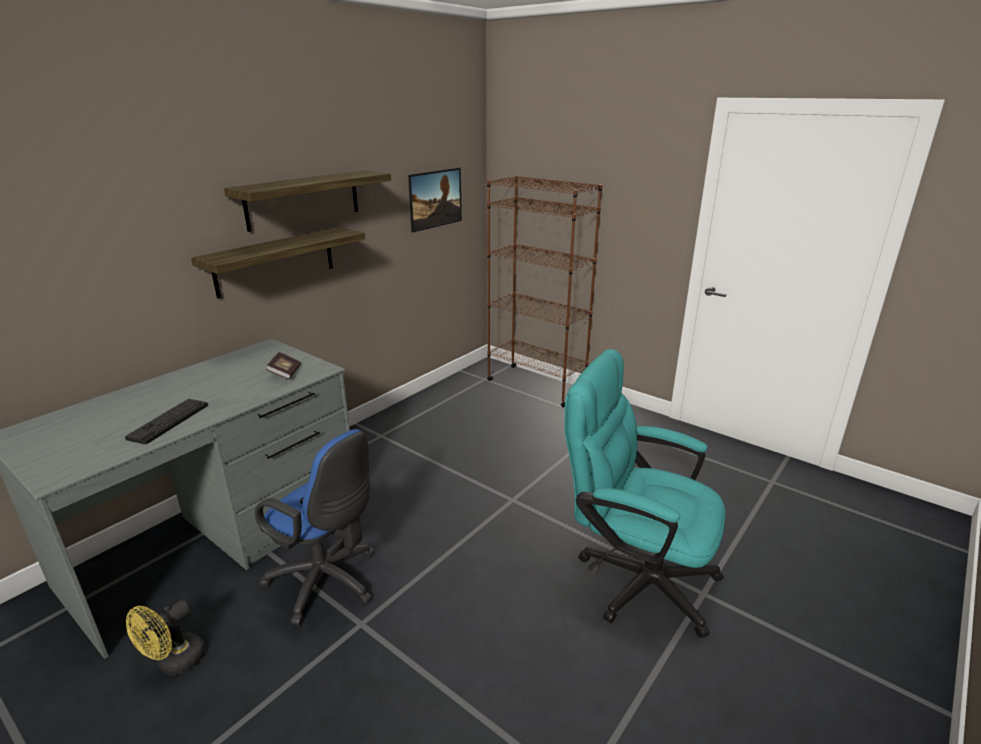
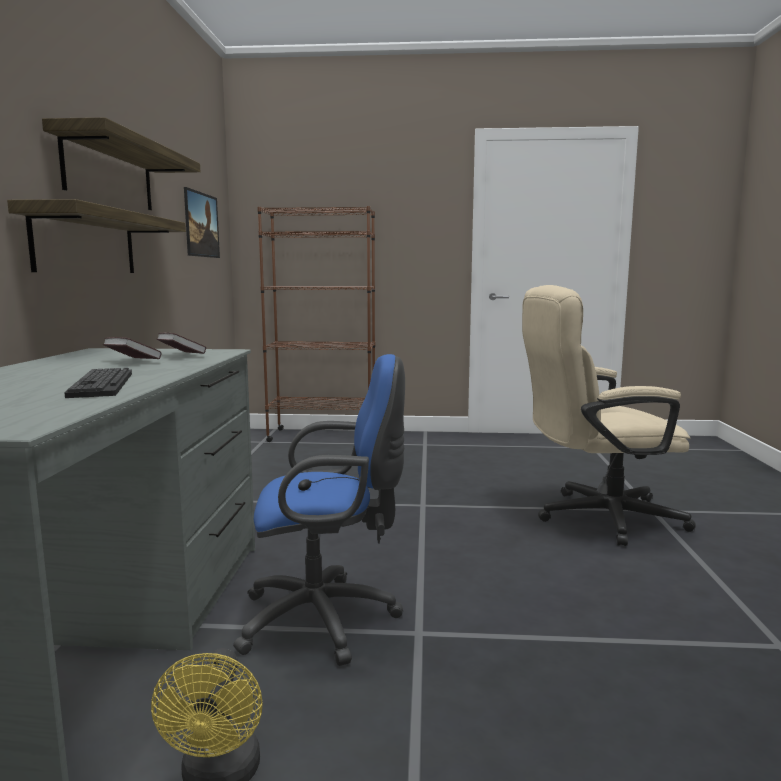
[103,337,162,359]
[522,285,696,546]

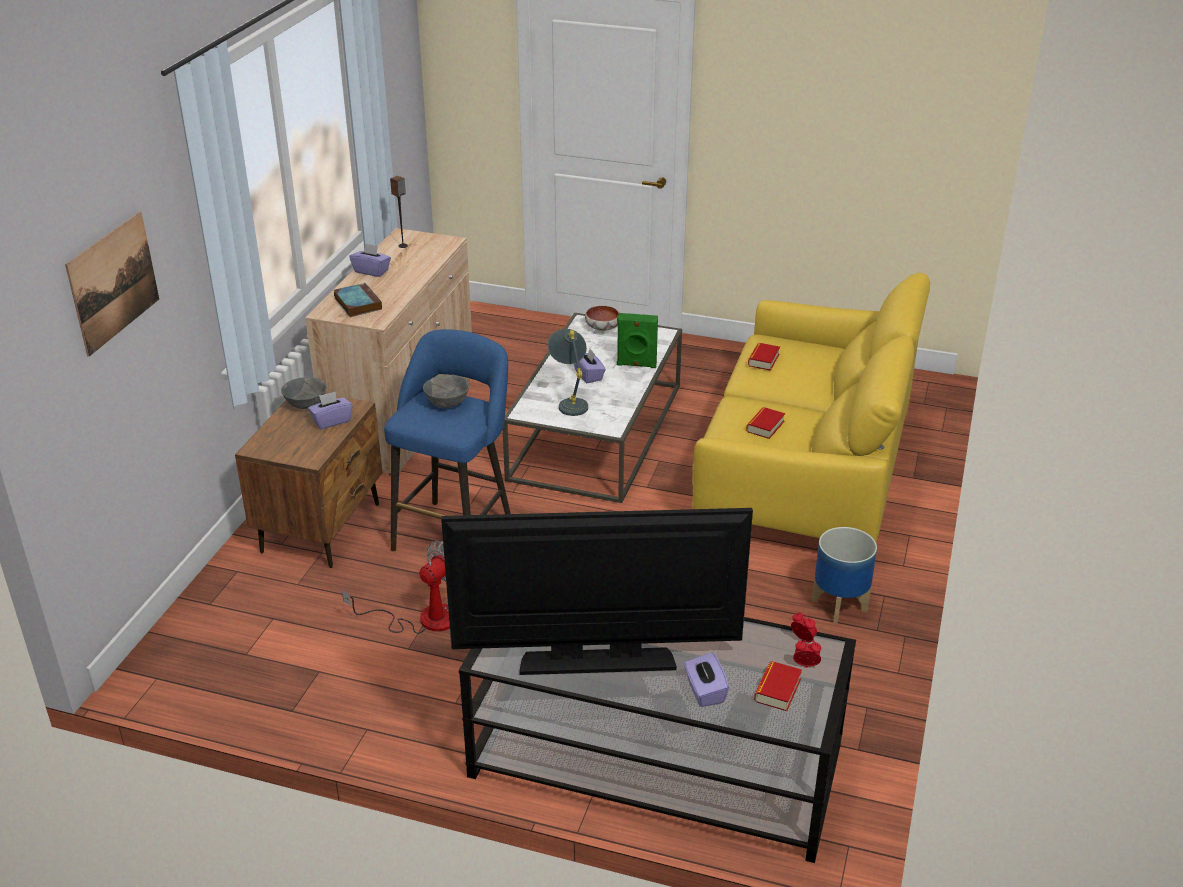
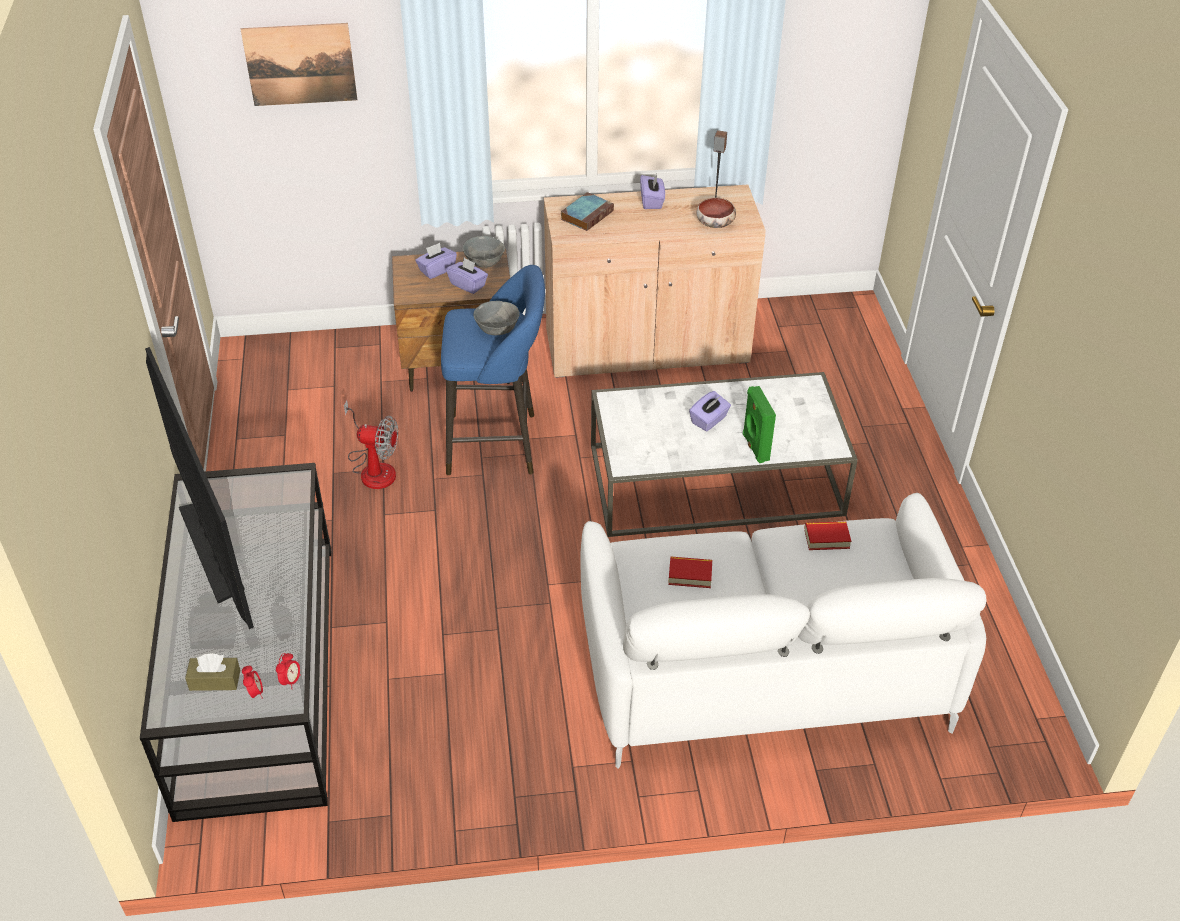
[185,653,240,691]
[415,243,457,279]
[580,493,987,768]
[697,198,736,228]
[548,329,588,416] (first image)
[812,527,877,624] (first image)

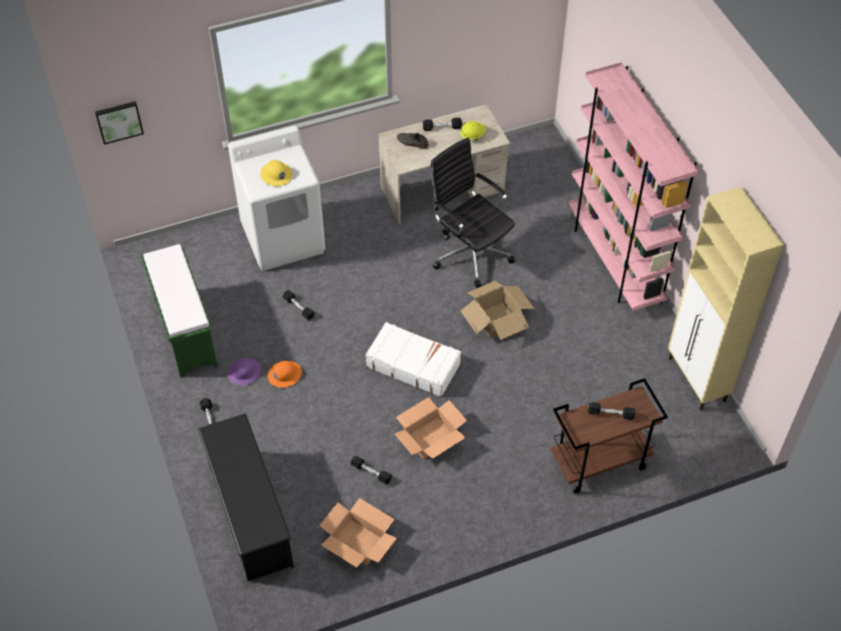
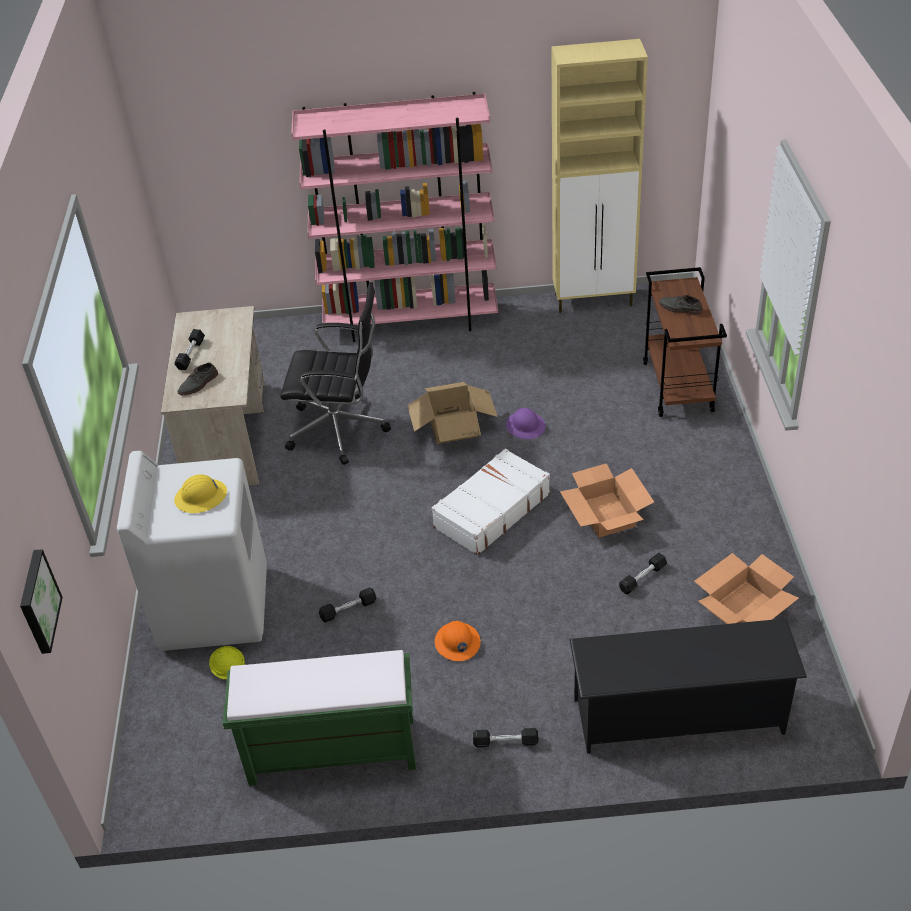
[209,646,245,679]
[281,282,391,465]
[506,408,545,439]
[659,294,703,316]

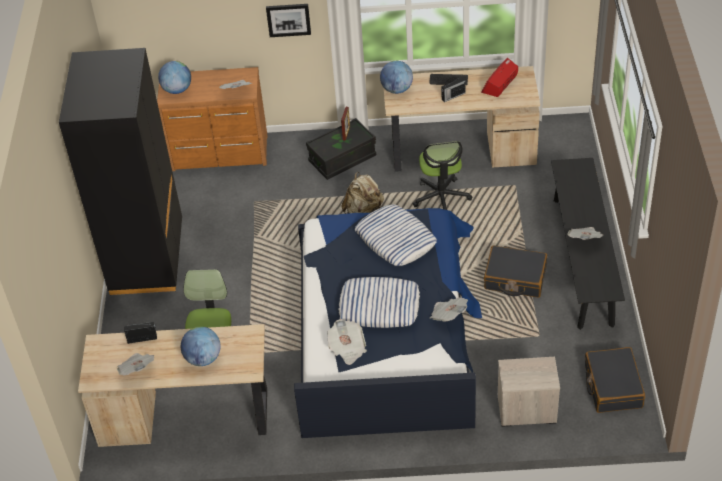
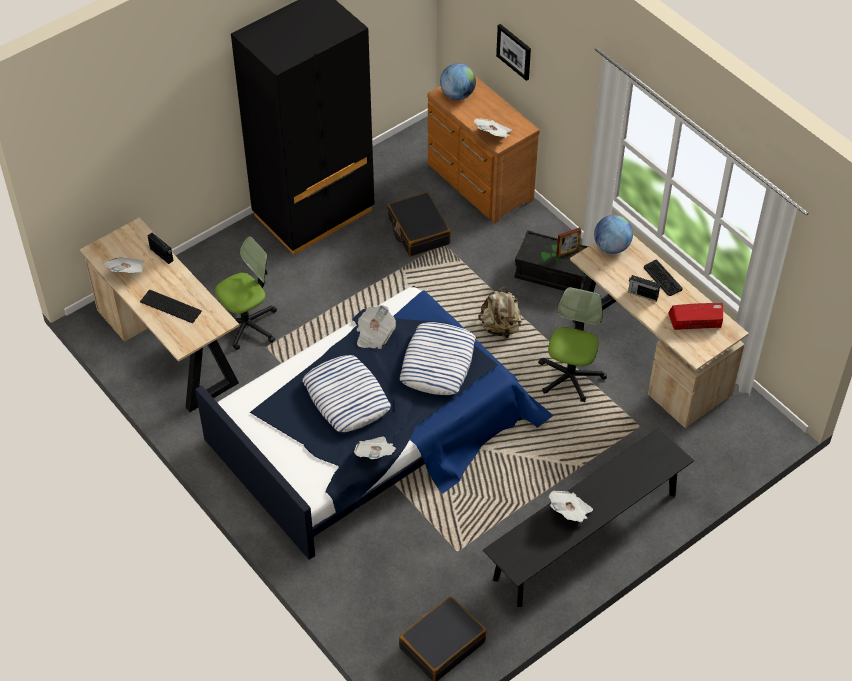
[140,289,202,323]
[357,305,396,349]
[387,192,451,257]
[496,24,531,81]
[538,287,607,402]
[498,357,560,427] (first image)

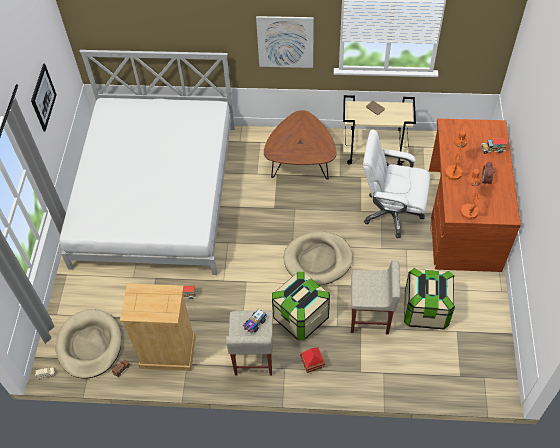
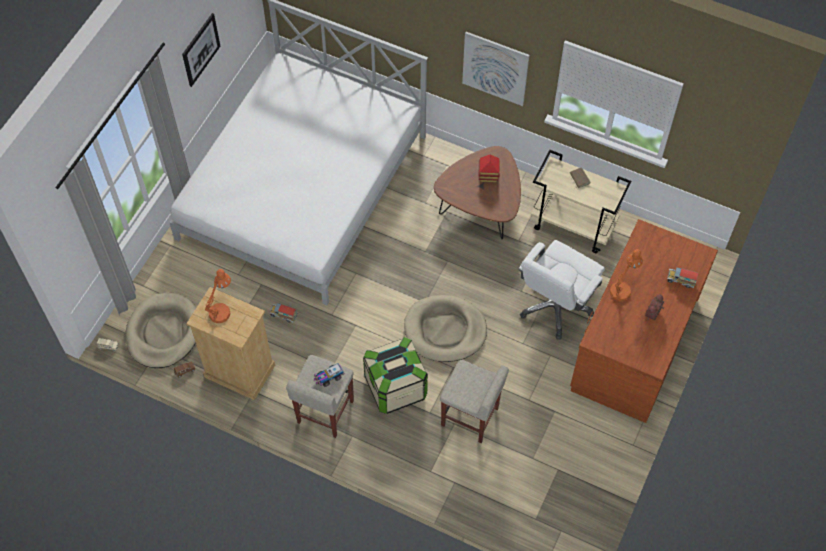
[205,269,231,323]
[478,154,500,182]
[518,240,605,340]
[404,268,455,330] (first image)

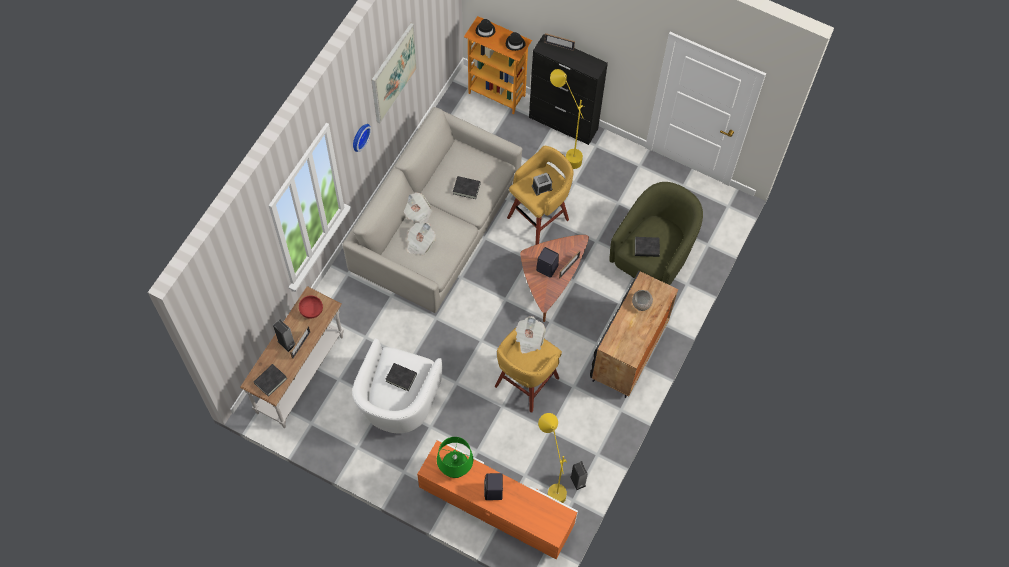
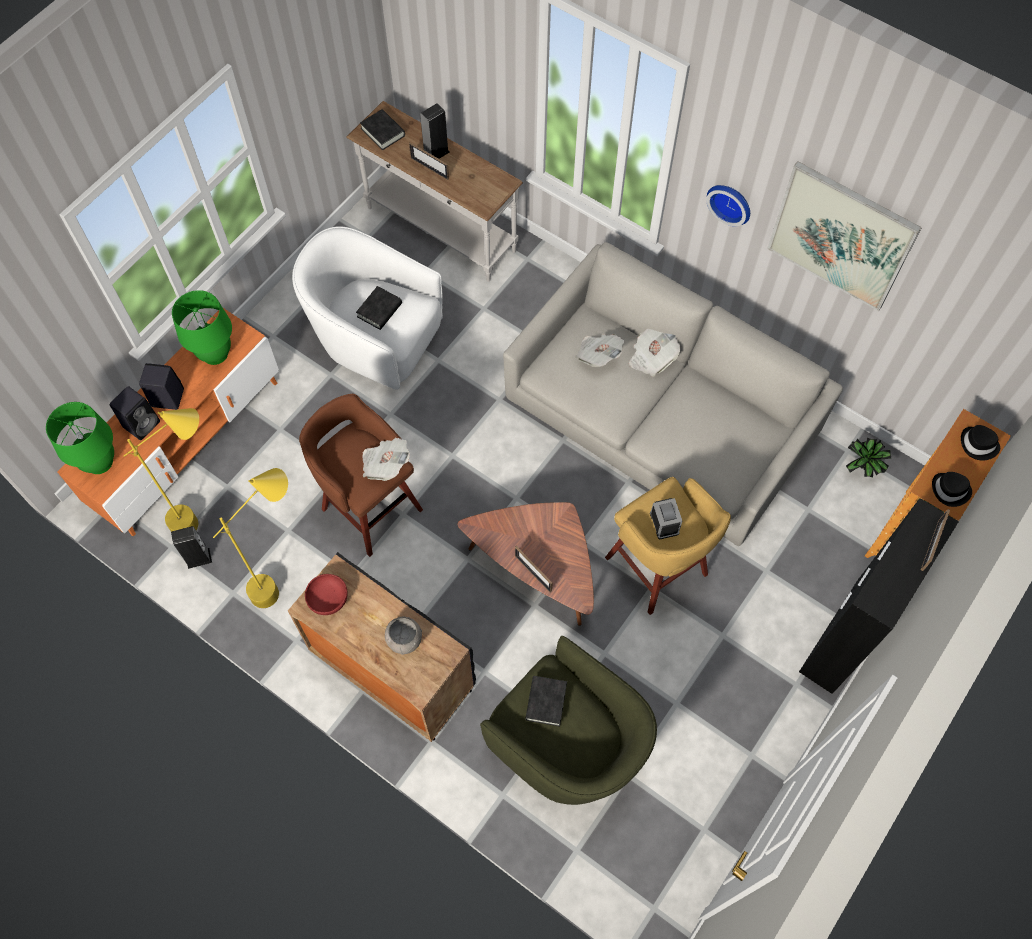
[46,402,114,474]
[110,386,160,440]
[213,468,288,608]
[299,394,423,557]
[305,574,348,615]
[846,438,892,478]
[453,176,481,199] (first image)

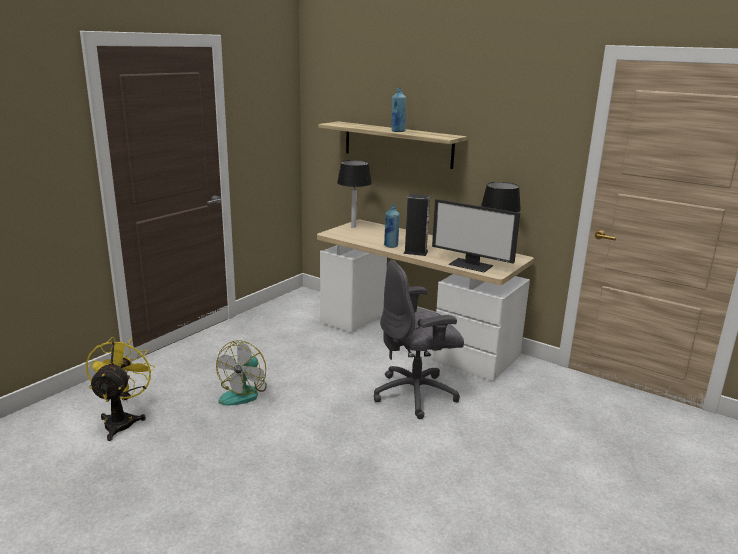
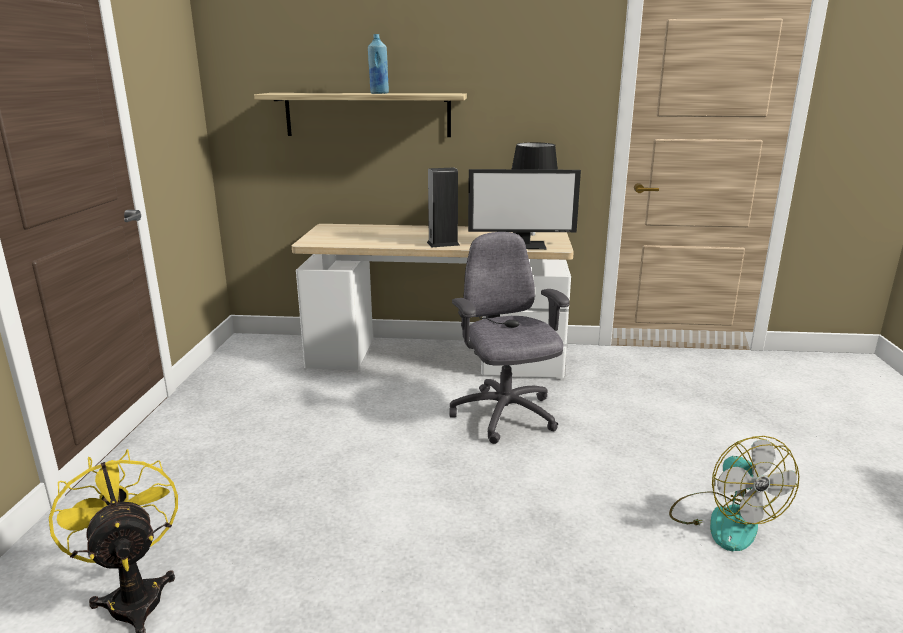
[449,232,570,444]
[669,436,800,551]
[337,160,372,228] (first image)
[384,205,400,248] (first image)

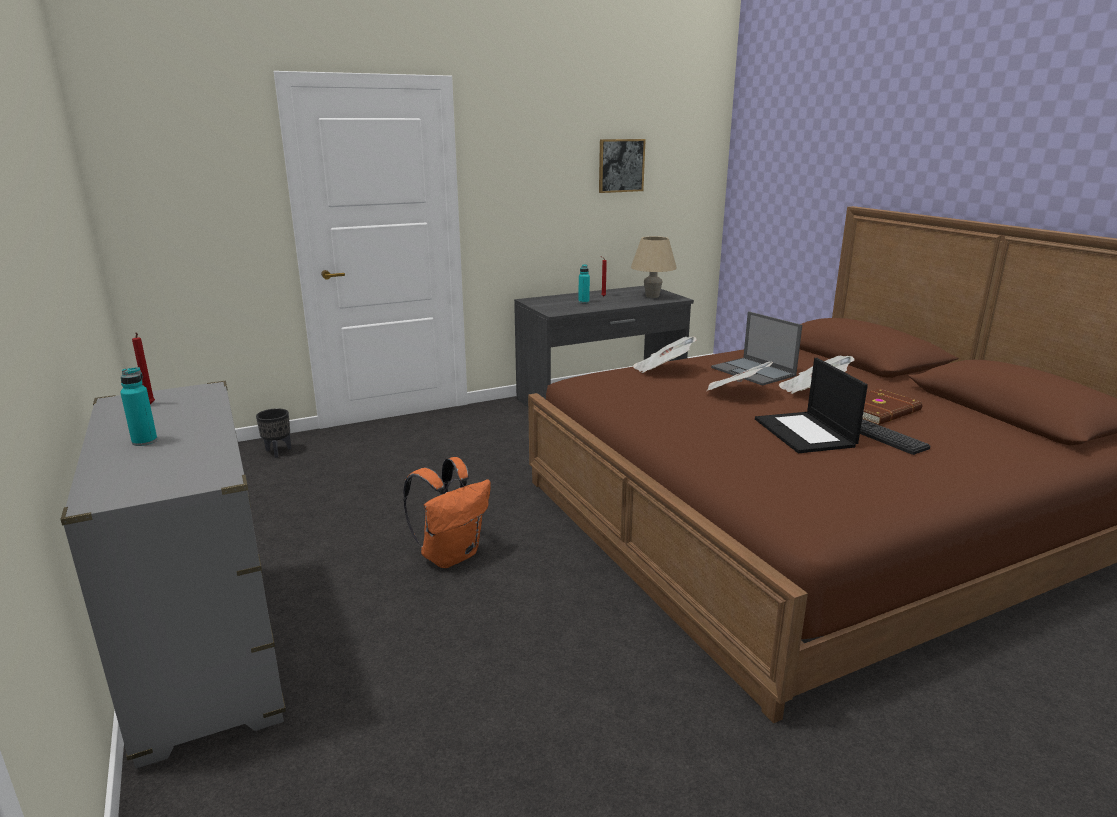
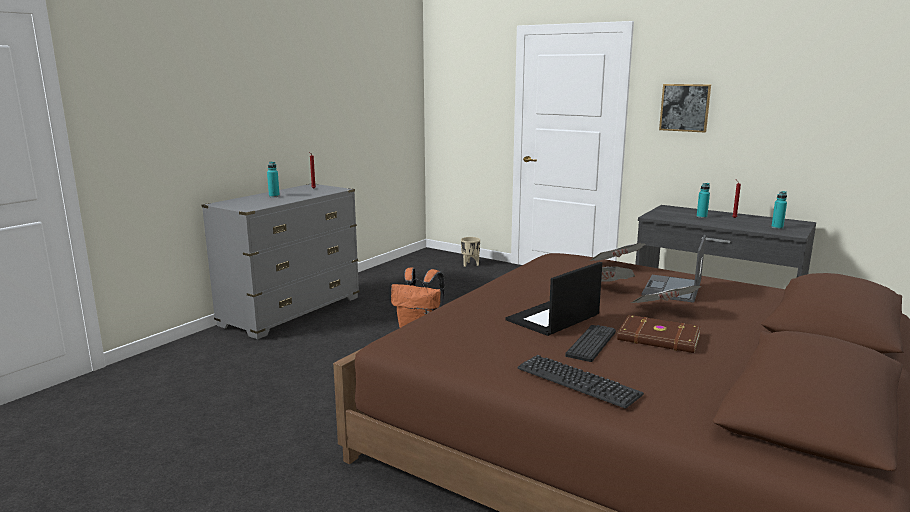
[461,237,480,267]
[518,355,644,409]
[659,84,711,132]
[771,191,787,229]

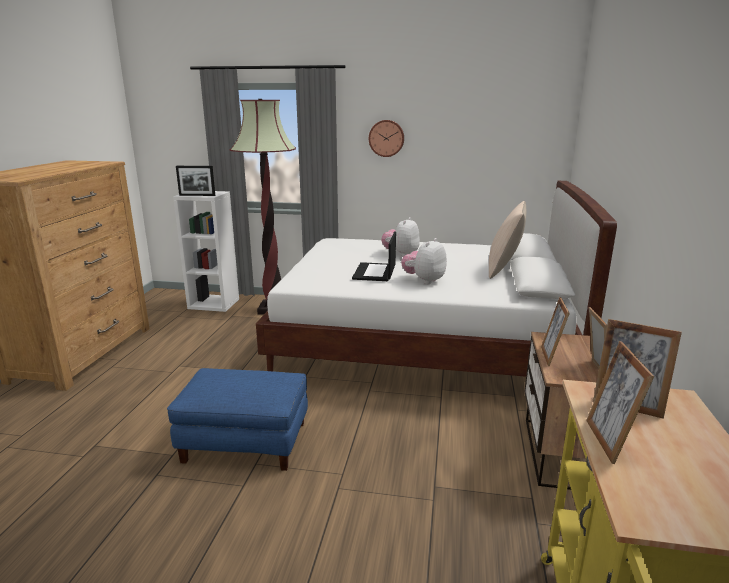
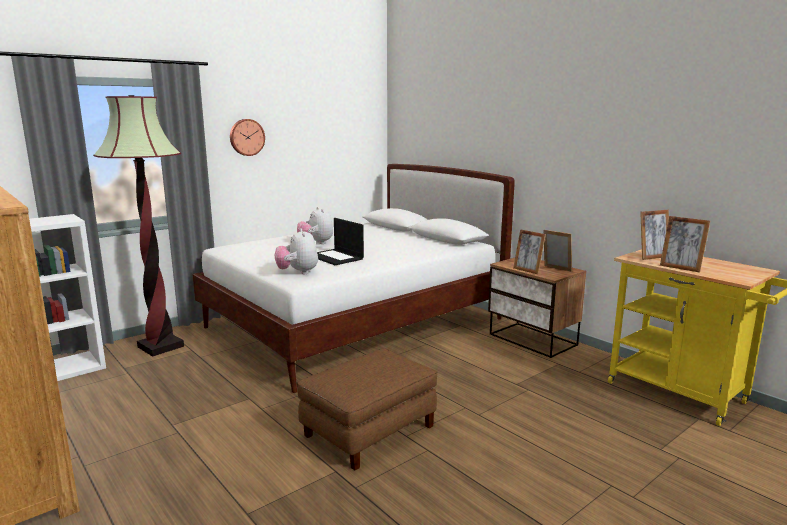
[275,228,318,274]
[297,348,437,470]
[176,166,215,196] (first image)
[489,201,526,279] (first image)

